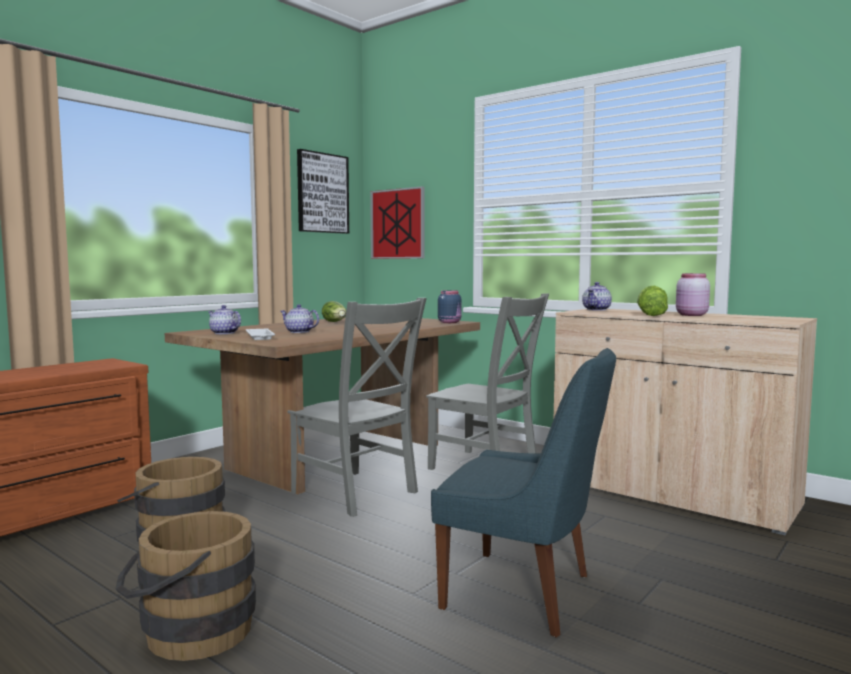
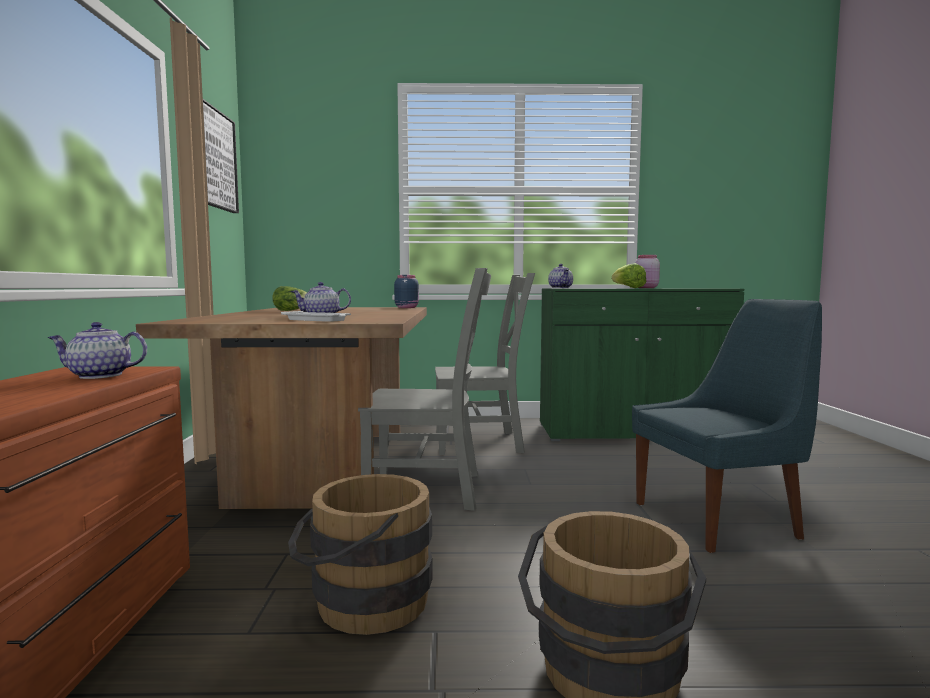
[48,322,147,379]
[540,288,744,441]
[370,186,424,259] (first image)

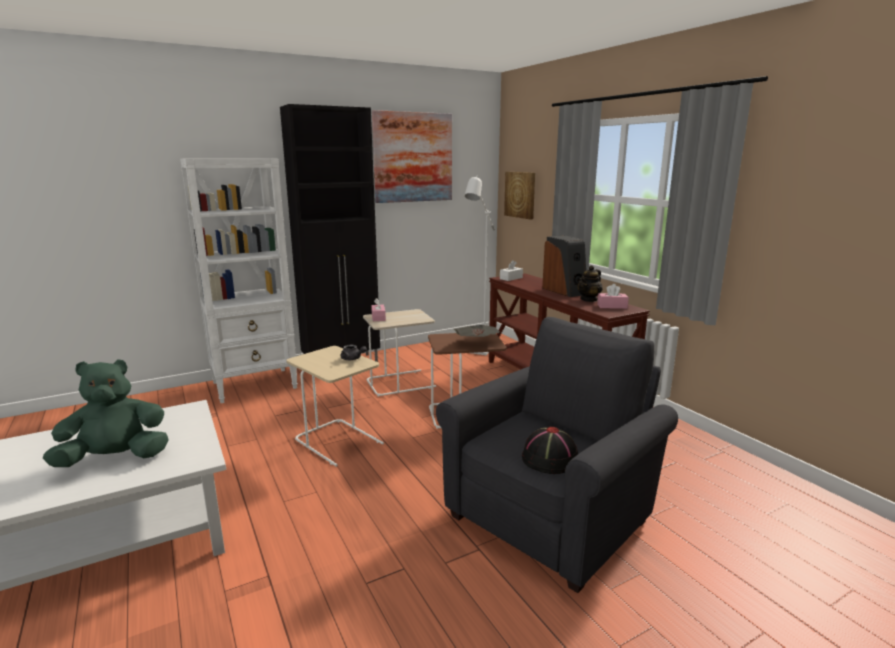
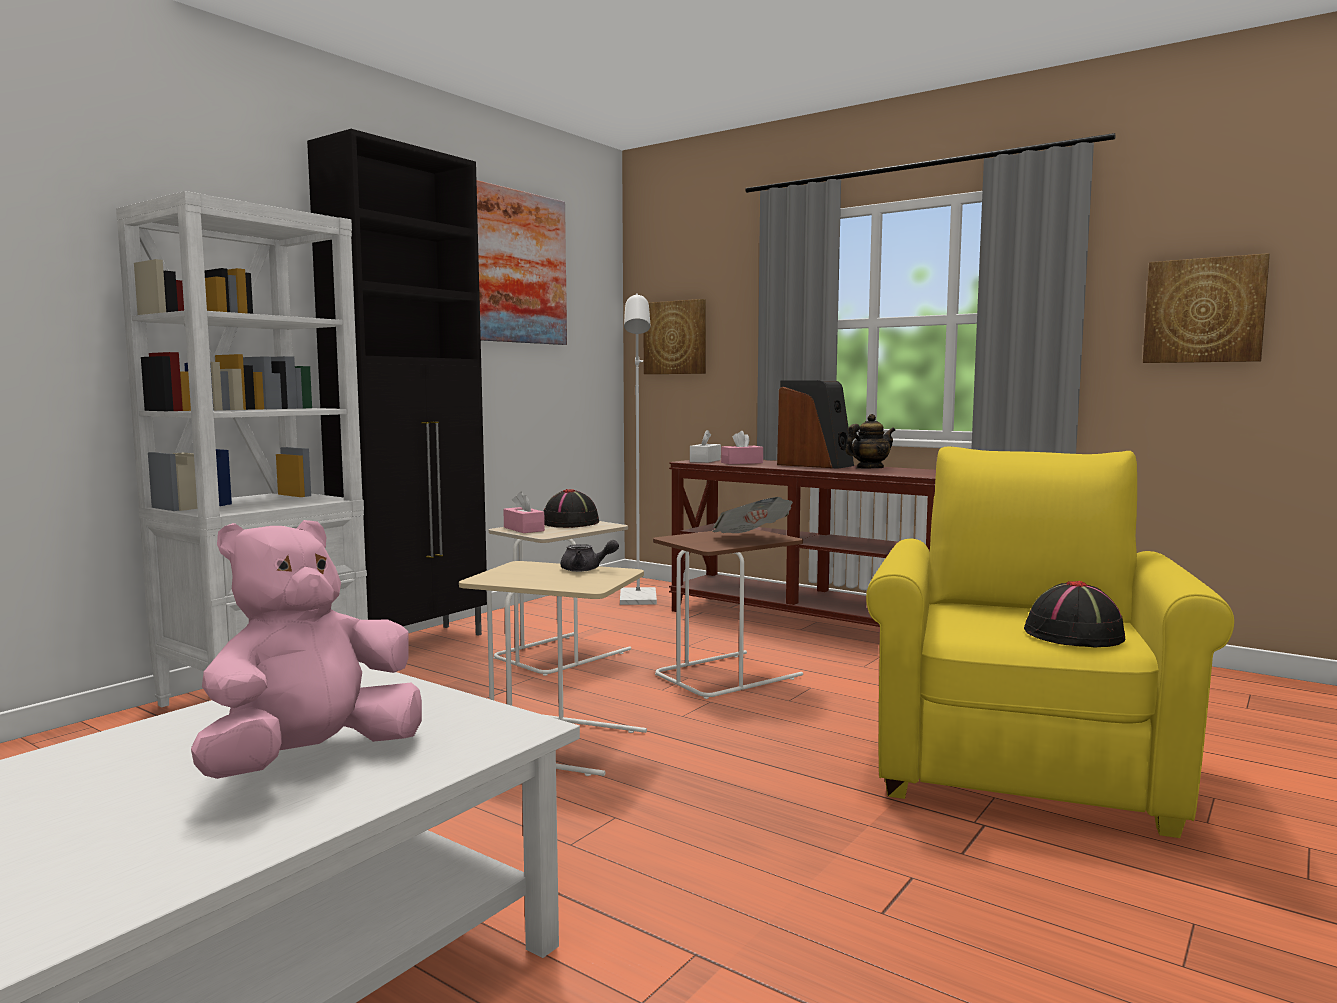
[191,520,422,779]
[543,489,599,528]
[721,431,763,464]
[845,414,895,468]
[866,446,1234,838]
[1143,253,1270,363]

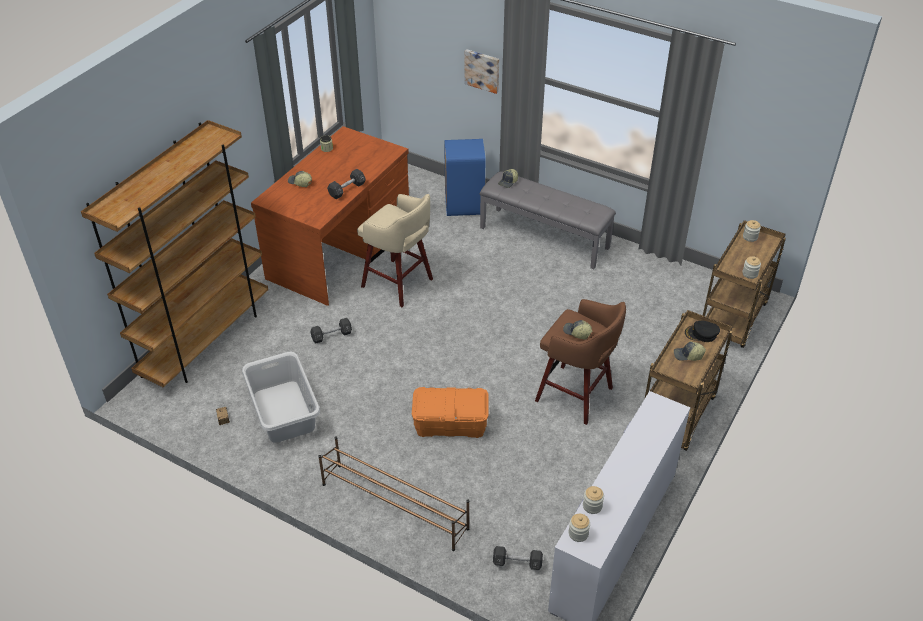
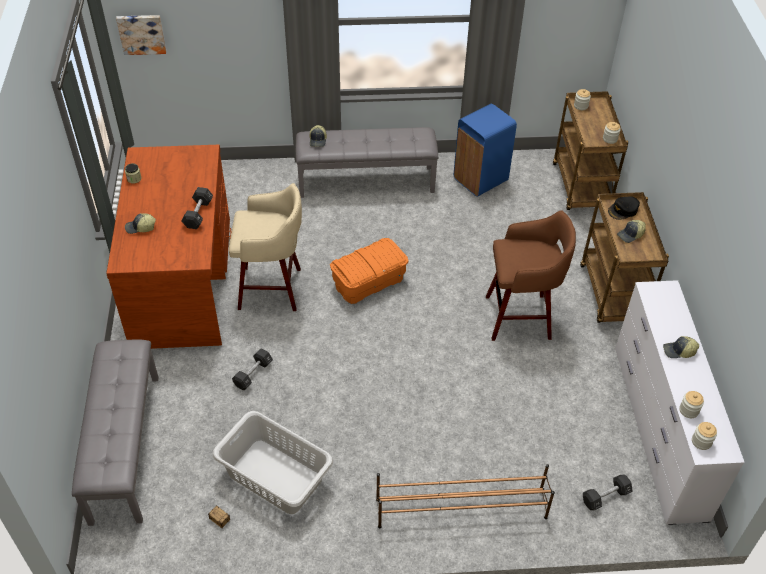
[72,339,159,526]
[116,15,166,55]
[330,238,409,304]
[454,104,517,197]
[663,336,699,358]

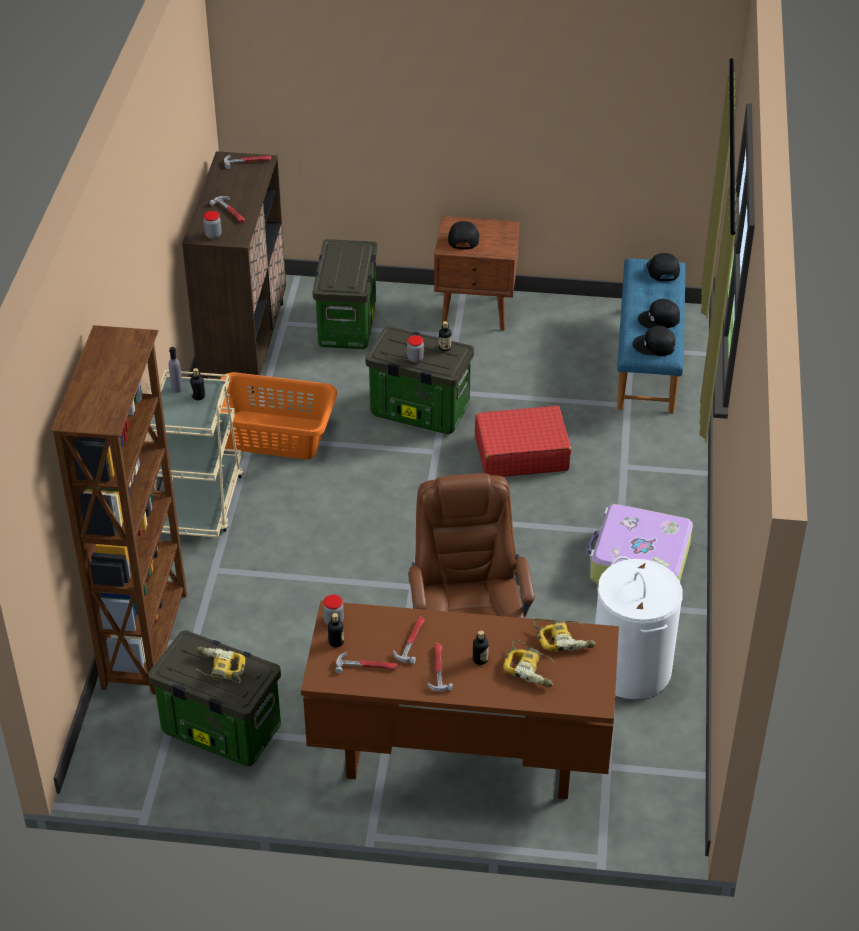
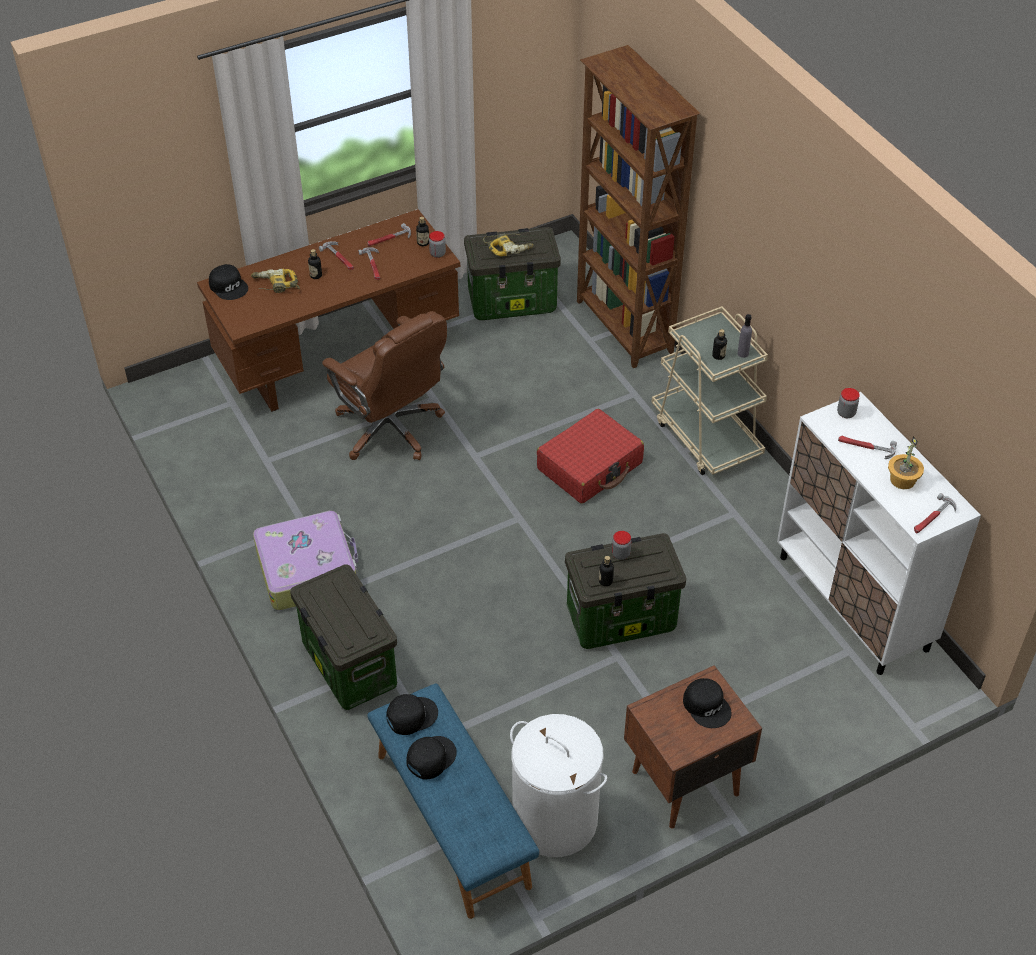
[209,264,248,300]
[290,564,397,710]
[510,714,607,857]
[537,409,644,504]
[777,392,981,675]
[888,436,924,489]
[220,372,337,459] (first image)
[533,619,596,652] (first image)

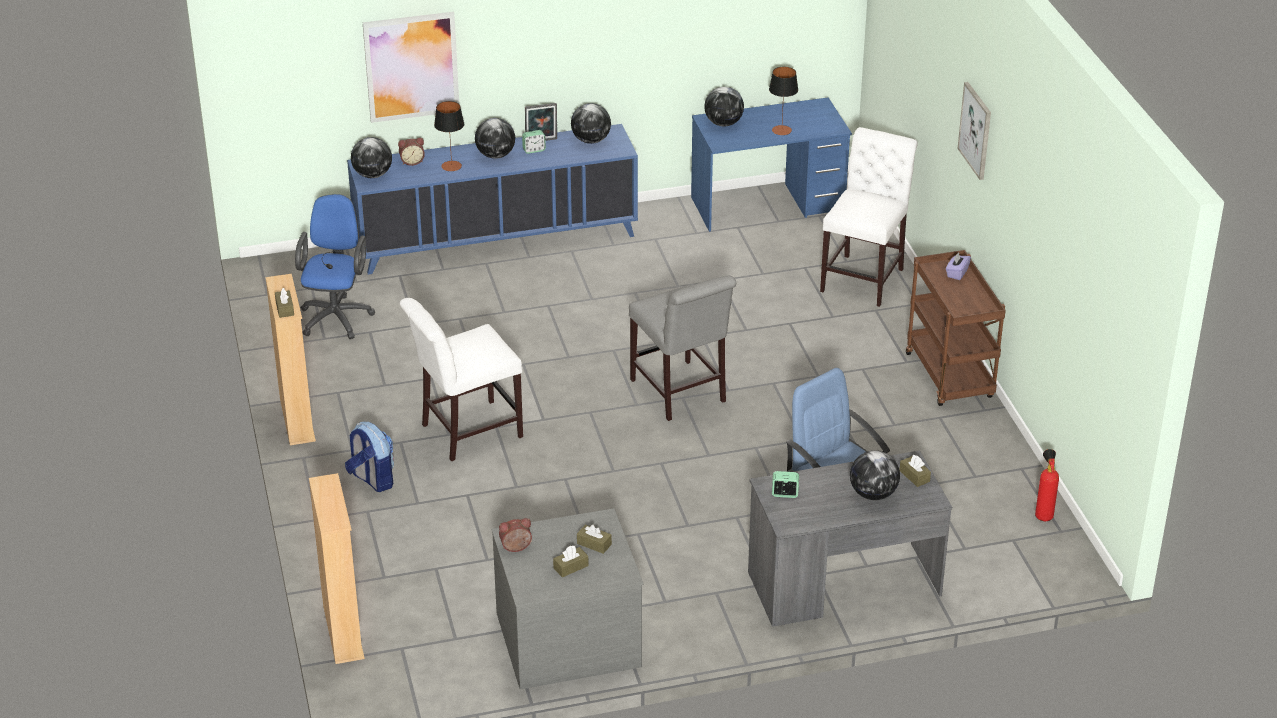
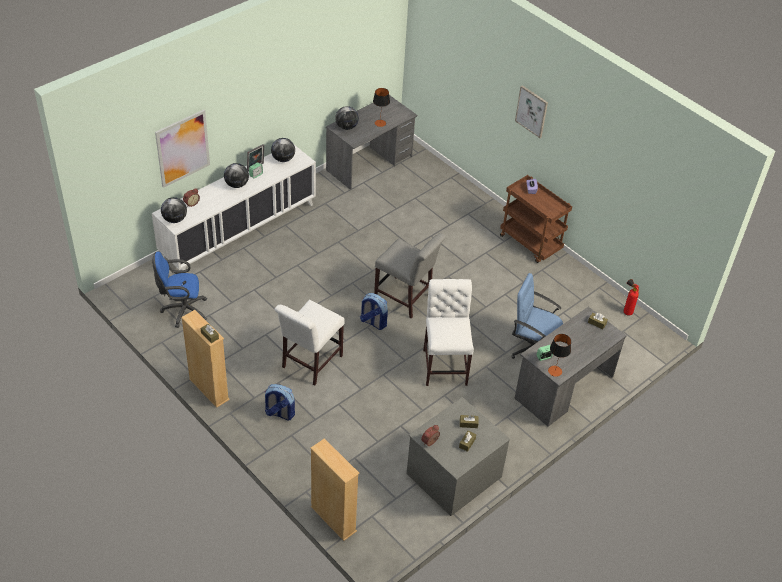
[152,145,316,270]
[152,252,207,328]
[326,95,417,190]
[360,293,388,330]
[423,279,474,386]
[548,334,571,377]
[850,450,900,500] (first image)

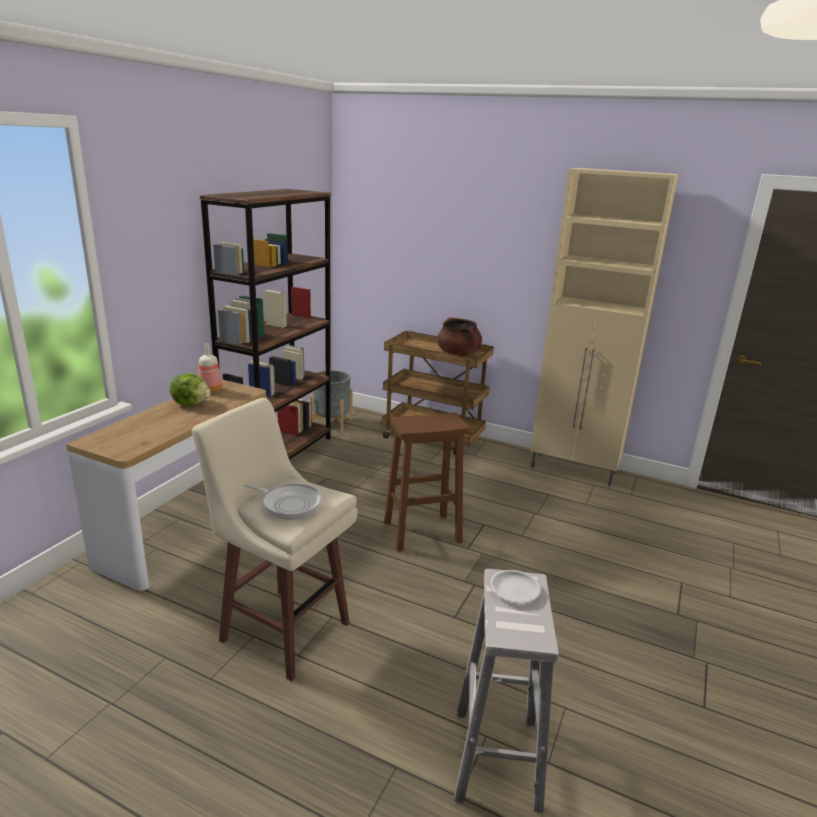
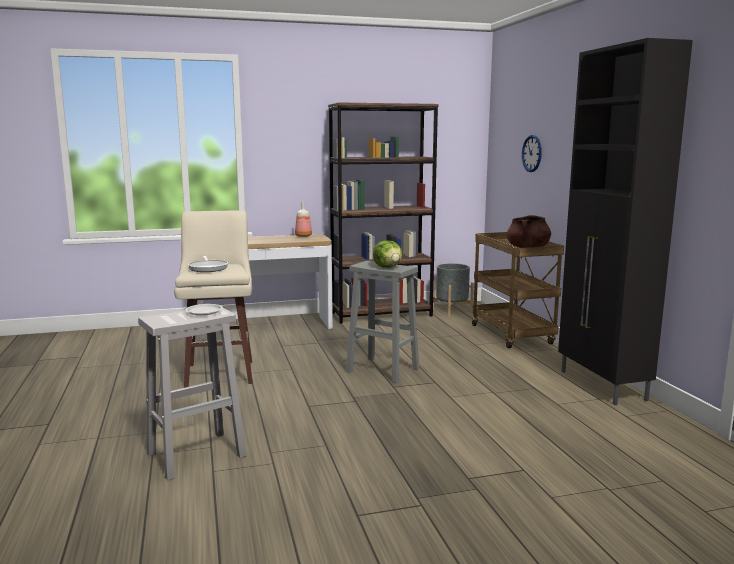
[346,261,419,383]
[373,240,403,268]
[522,135,542,172]
[558,38,693,405]

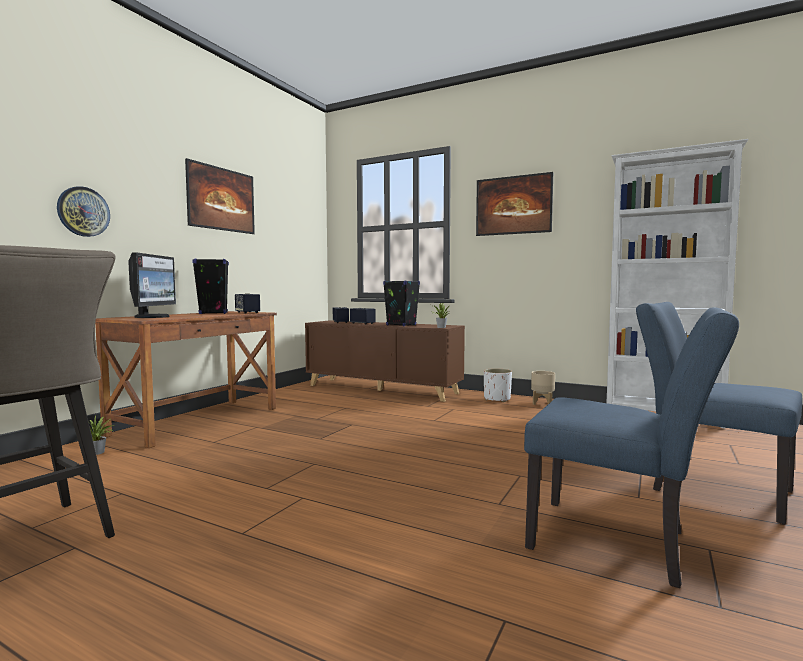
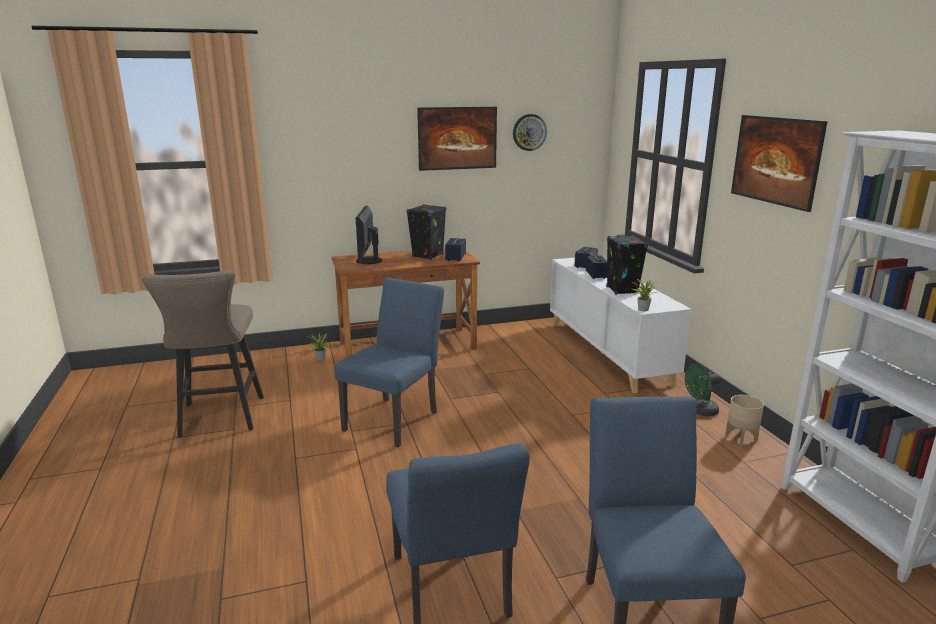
[335,278,444,448]
[356,206,382,264]
[513,114,547,151]
[550,258,692,393]
[685,364,721,416]

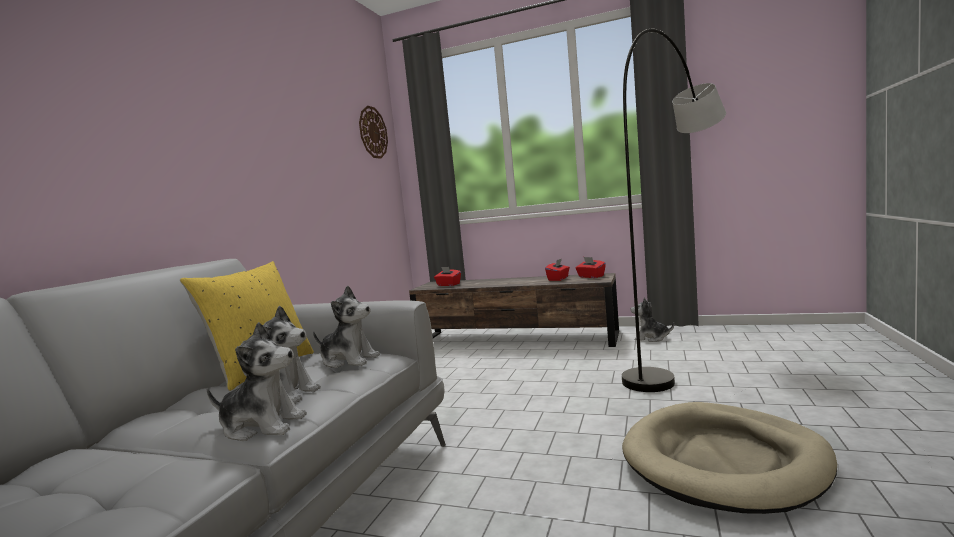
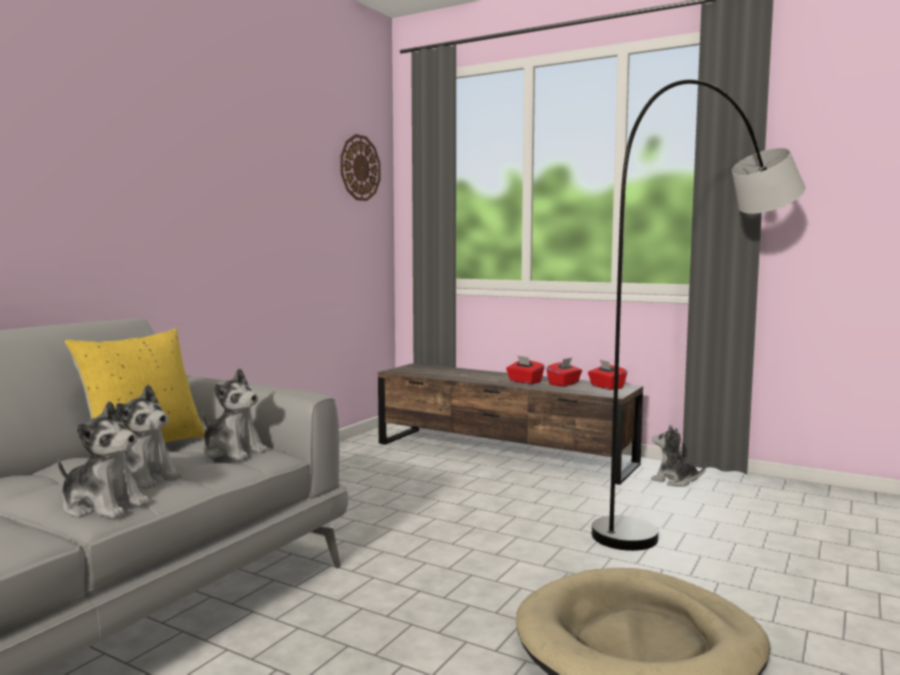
[506,356,545,384]

